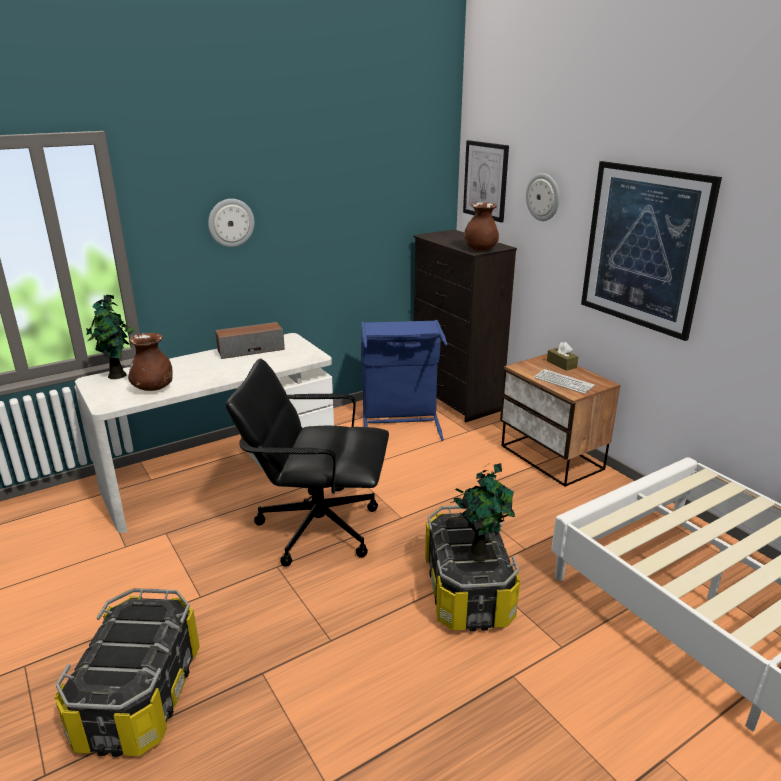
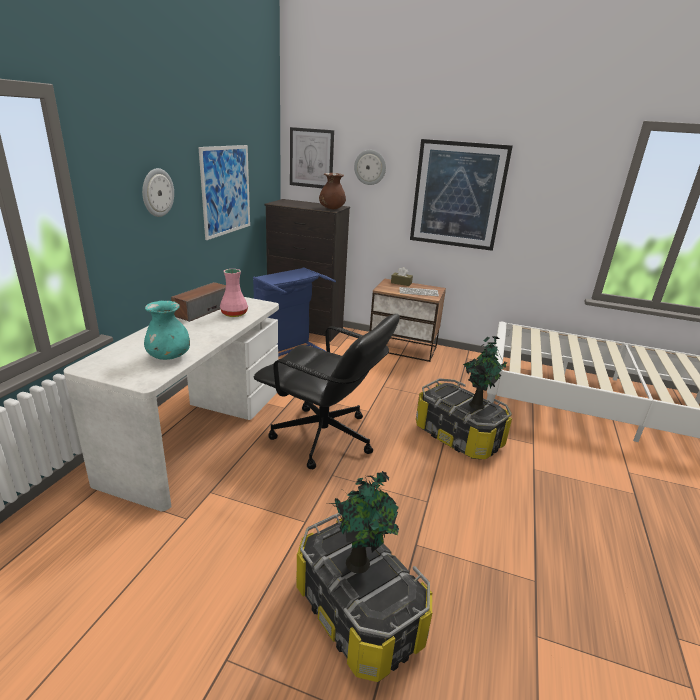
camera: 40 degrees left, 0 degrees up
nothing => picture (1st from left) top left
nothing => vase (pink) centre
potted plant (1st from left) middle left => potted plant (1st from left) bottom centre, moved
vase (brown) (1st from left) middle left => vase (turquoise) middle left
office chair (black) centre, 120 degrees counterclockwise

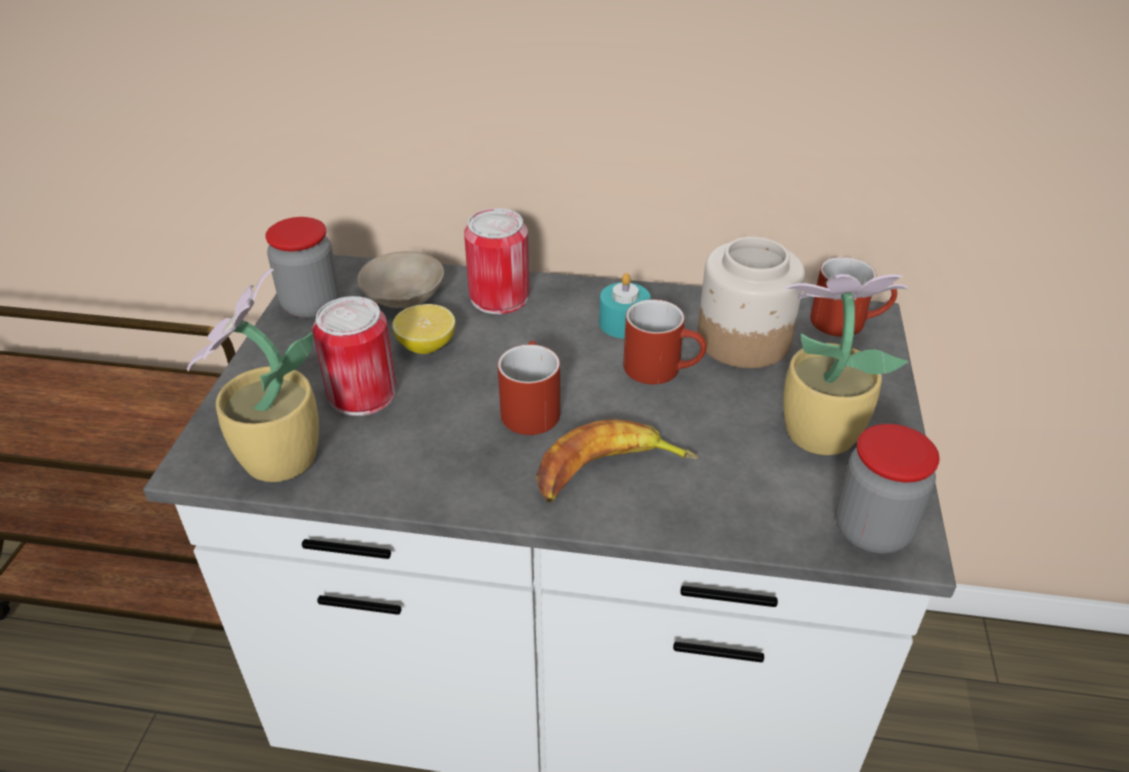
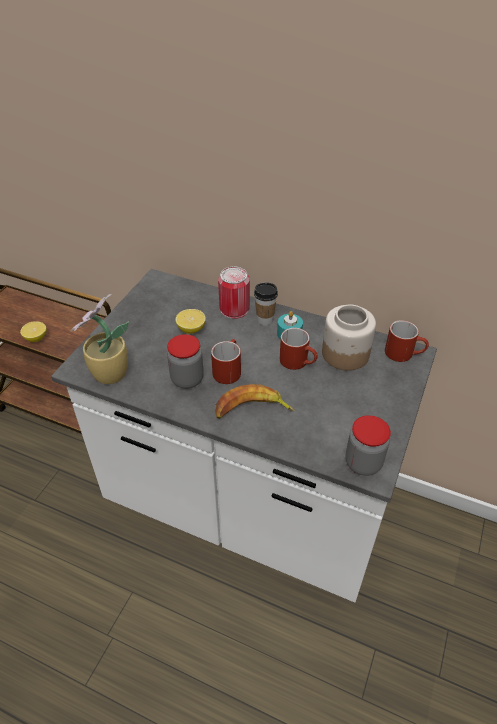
camera: 15 degrees right, 5 degrees up
can (1st from left) middle left => nothing
bowl (beige) centre => nothing
potted plant (2nd from left) middle right => nothing
nothing => lemon (1st from left) middle left
nothing => cup centre
jar (1st from left) middle left => jar (1st from left) centre, moved

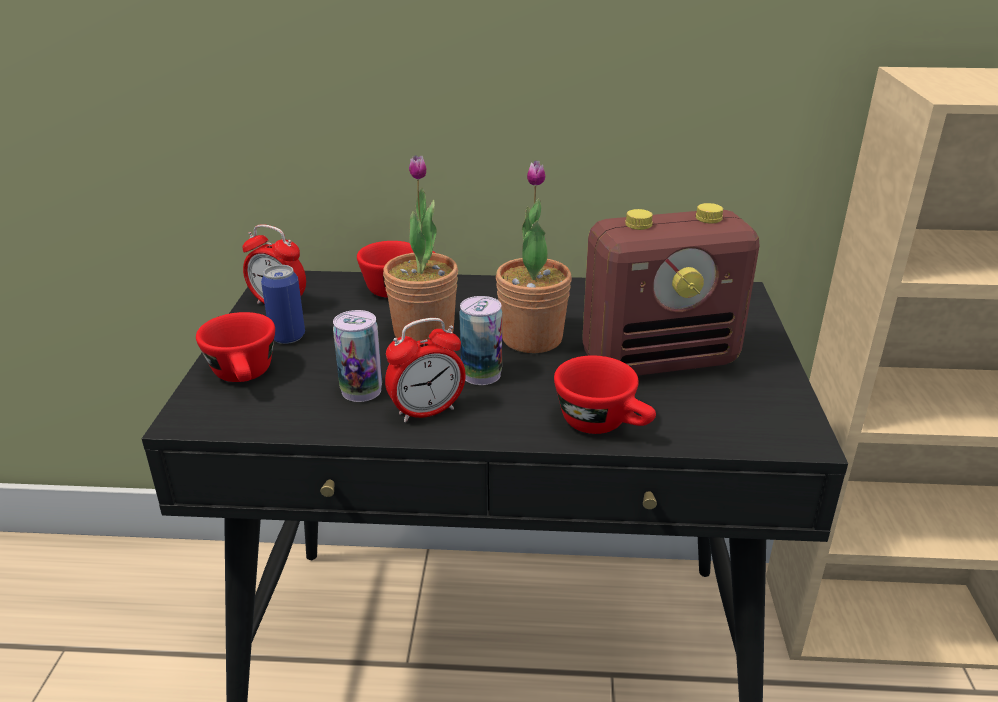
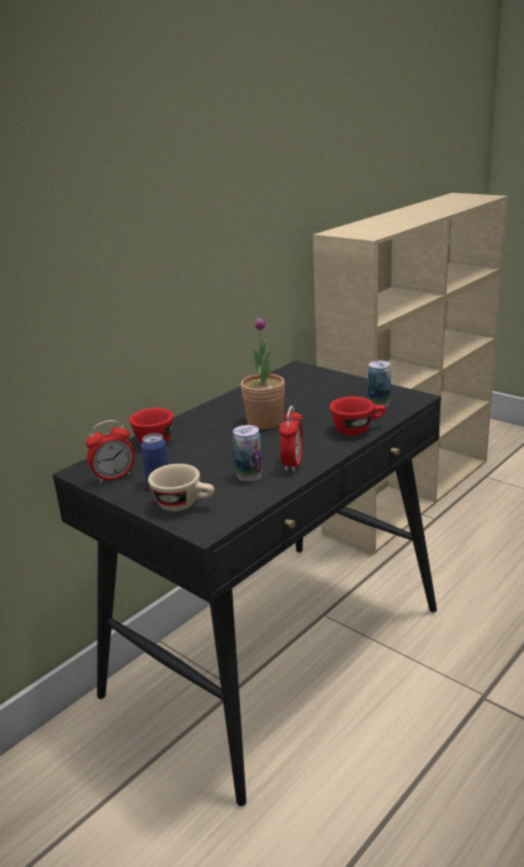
camera: 50 degrees left, 5 degrees down
potted plant (1st from left) centre => nothing
radio middle right => nothing
can (3rd from left) centre => can (3rd from left) middle right, moved
cup (red) (1st from left) middle left => cup (beige) centre

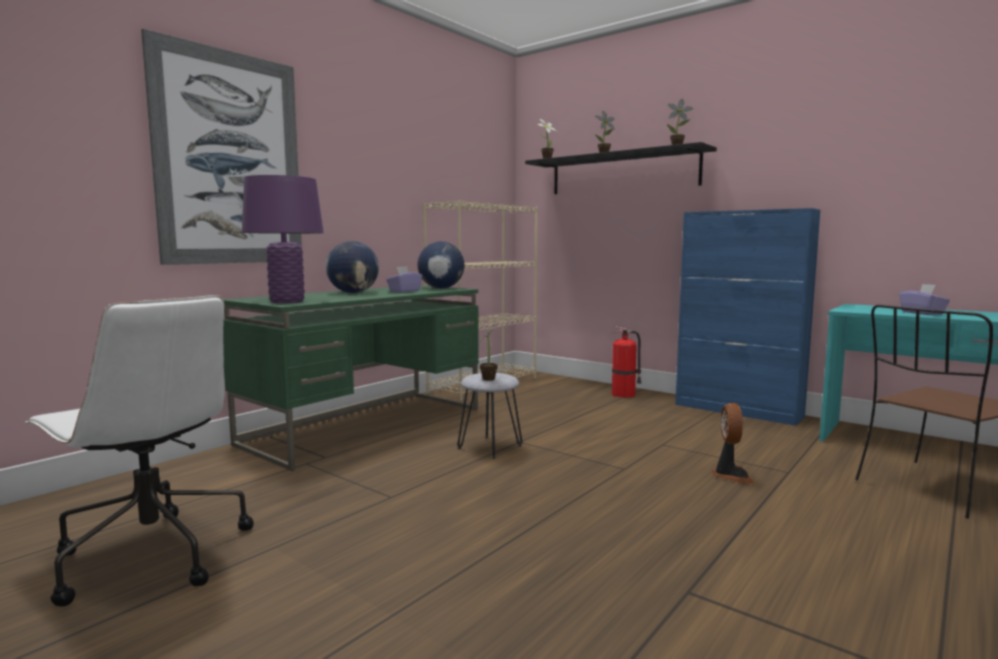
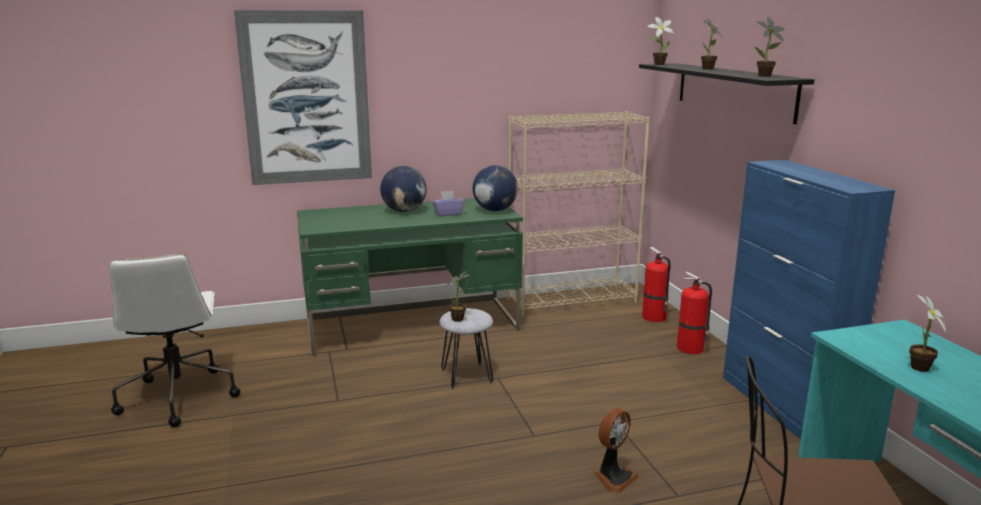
camera: 35 degrees right, 10 degrees up
table lamp (purple) middle left => nothing
nothing => fire extinguisher (1st from left) middle right
tissue box (purple) (2nd from left) middle right => potted plant (5th from left) middle right

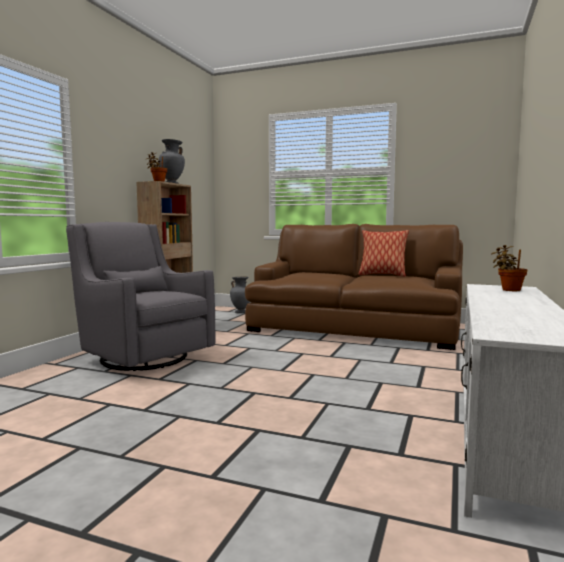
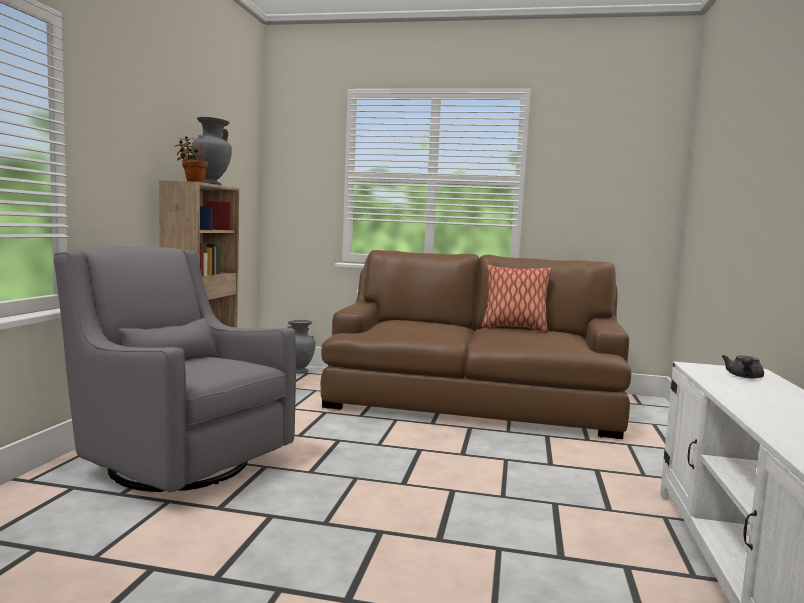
camera: 10 degrees left, 0 degrees up
potted plant (2nd from left) middle right => teapot (grey) middle right

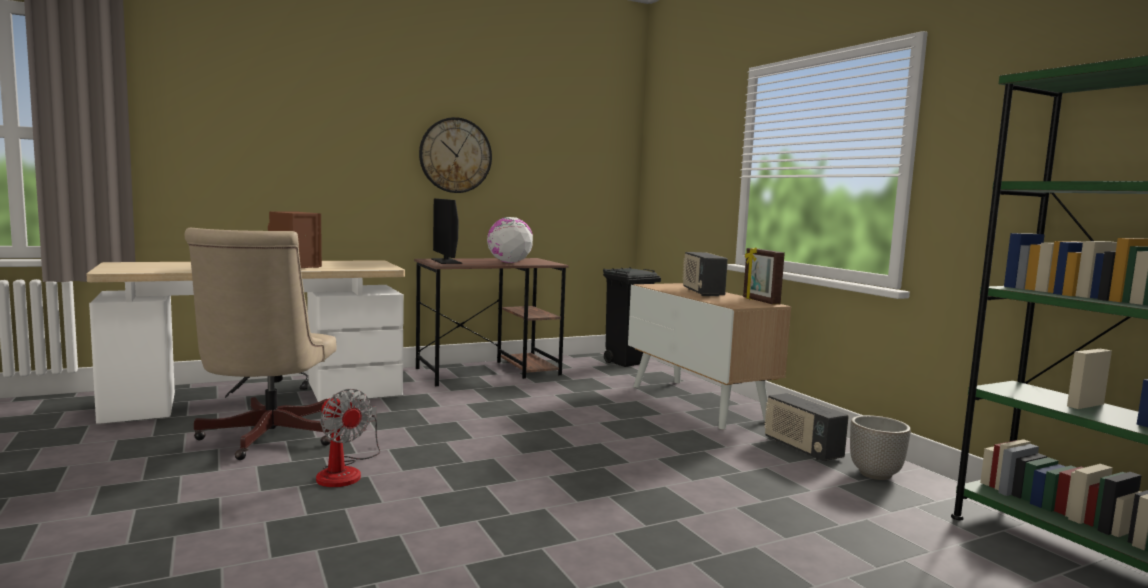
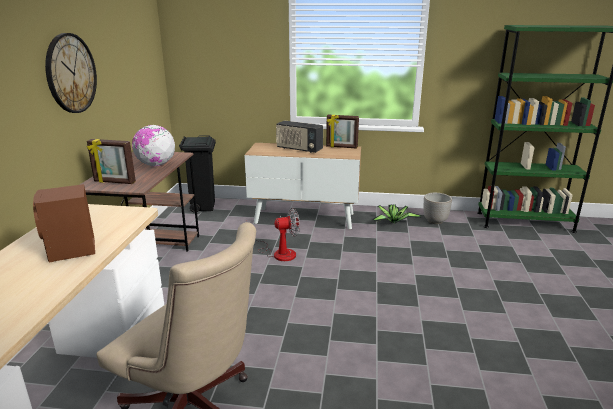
camera: 55 degrees left, 15 degrees up
fan bottom left => fan centre, moved
monitor centre => picture frame (1st from left) middle left
radio (2nd from left) bottom right => potted plant centre

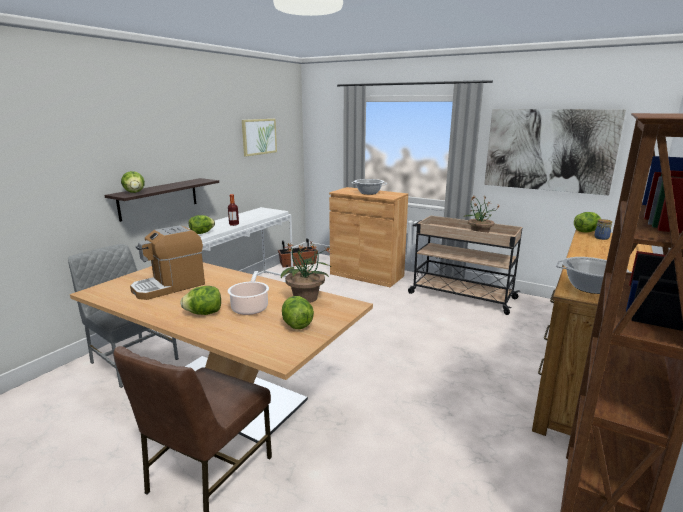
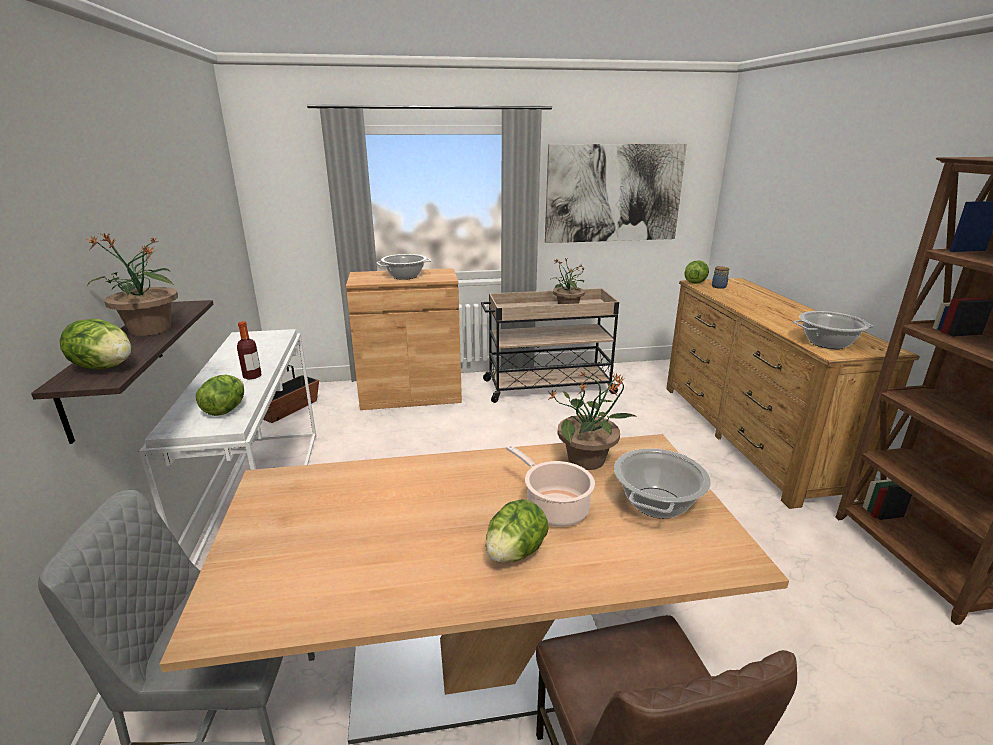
camera: 40 degrees left, 5 degrees up
coffee machine middle left => nothing
picture (1st from left) top centre => nothing
nothing => potted plant (1st from left) middle left
lettuce (4th from left) centre => cooking pot (3rd from left) middle right

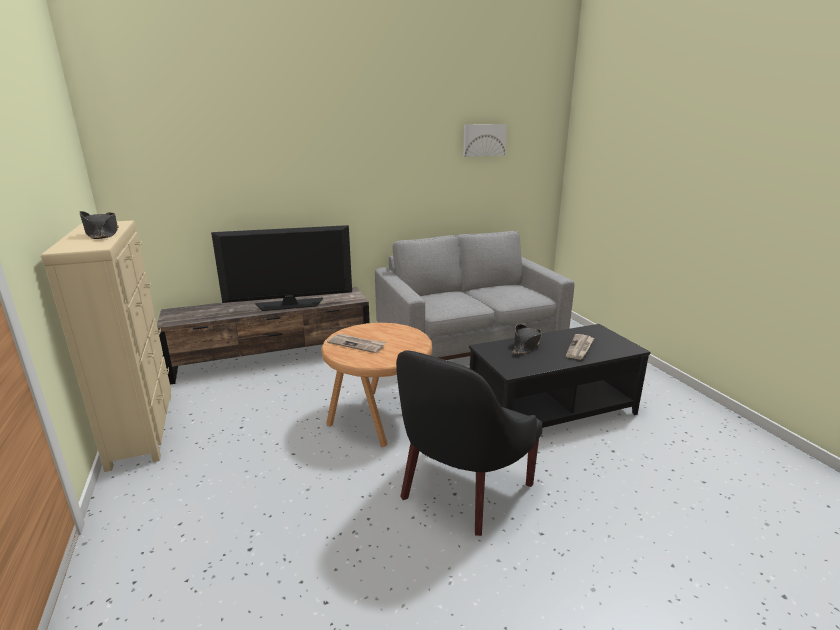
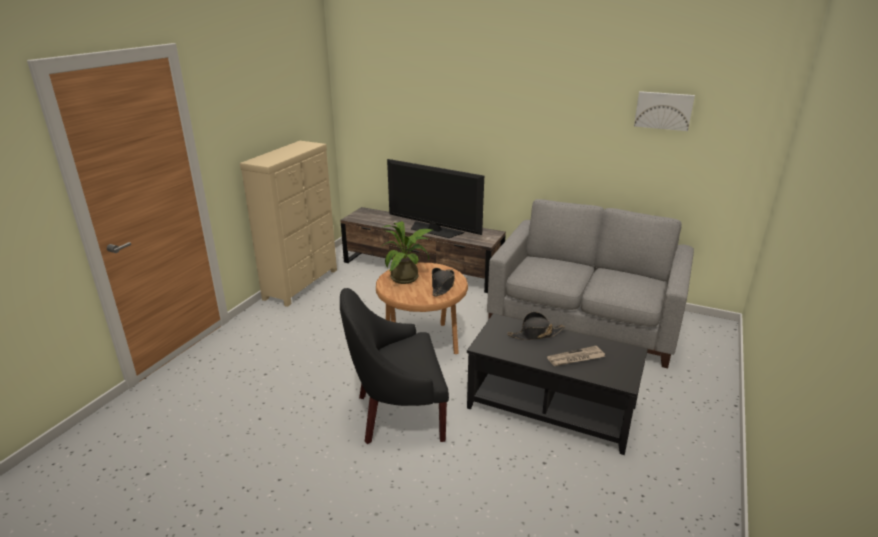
camera: 45 degrees right, 5 degrees up
hat (black) (1st from left) middle left => hat (black) (1st from left) centre, moved
newspaper (1st from left) centre => potted plant centre

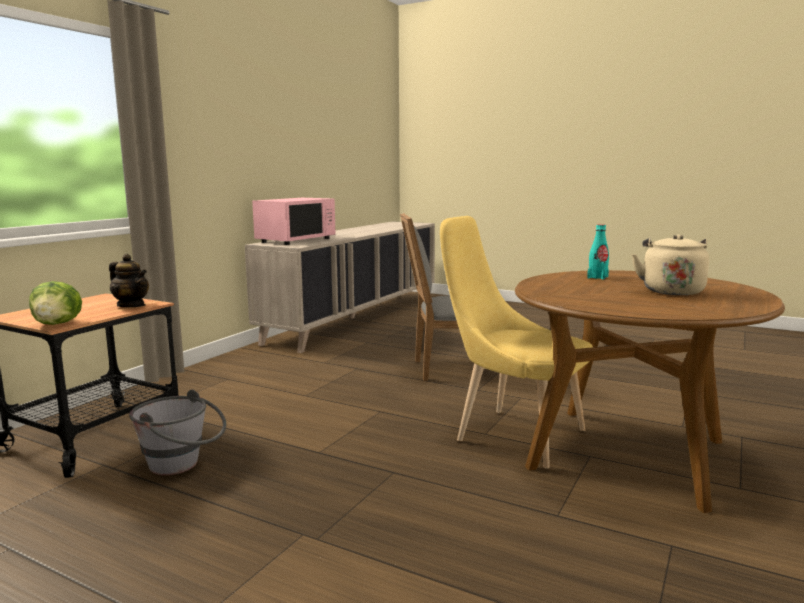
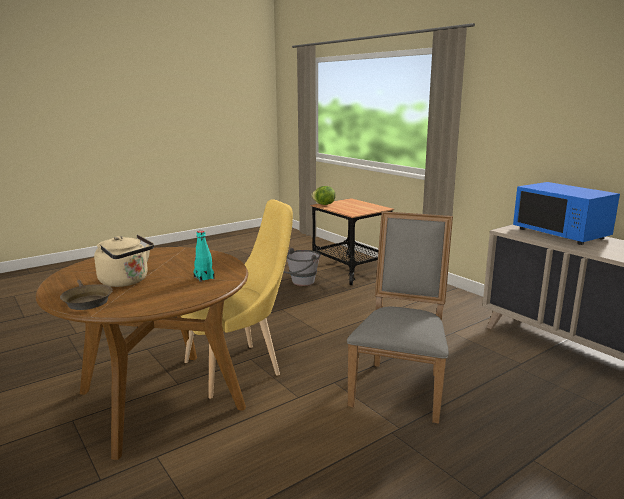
camera: 115 degrees right, 5 degrees up
teapot middle left => nothing
nothing => frying pan (brown) middle left
microwave (pink) centre => microwave (blue) middle right

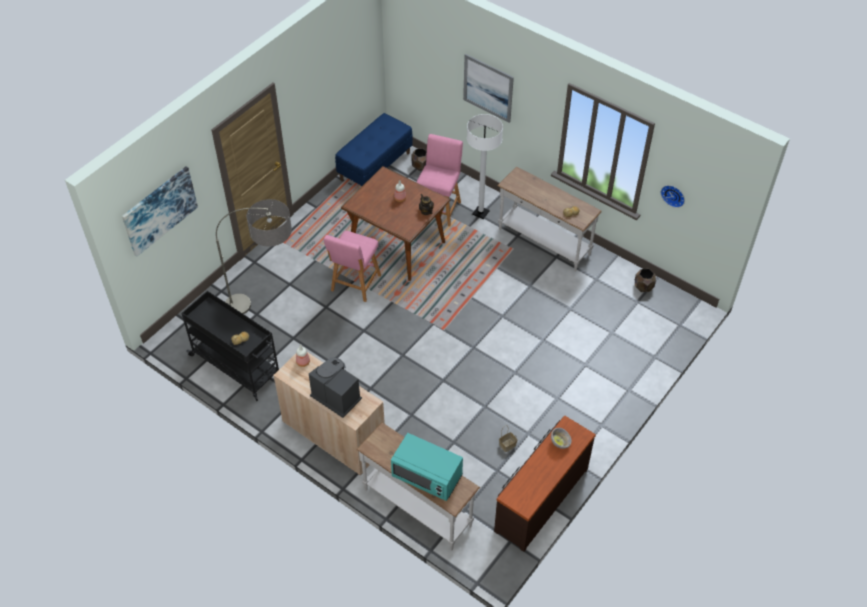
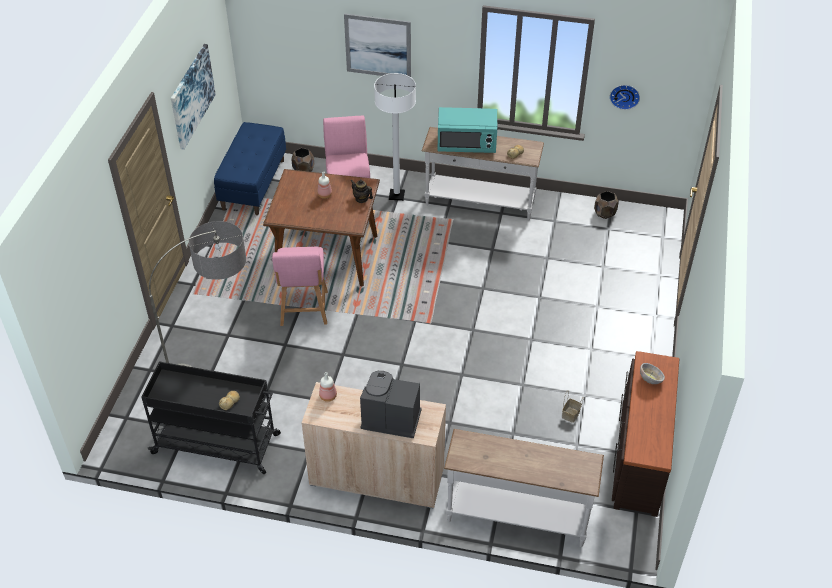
camera: 25 degrees left, 5 degrees down
picture (1st from left) middle left => picture (1st from left) top left, moved
microwave (turquoise) bottom centre => microwave (turquoise) top centre, moved

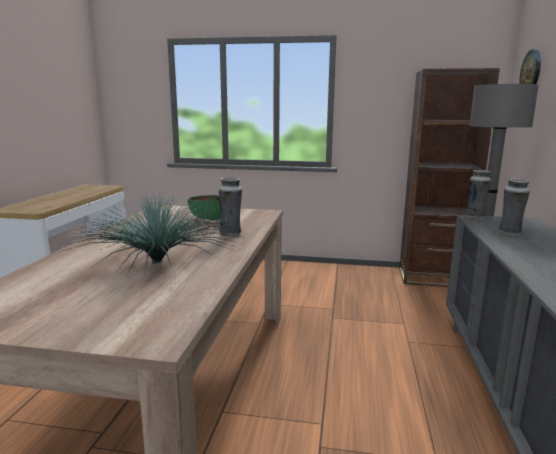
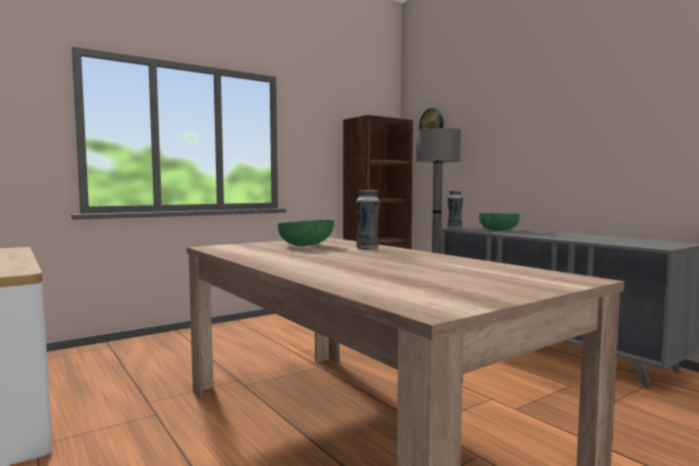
camera: 45 degrees left, 10 degrees down
potted plant middle left => nothing
vase (3rd from left) middle right => bowl (green) (2nd from left) middle right

